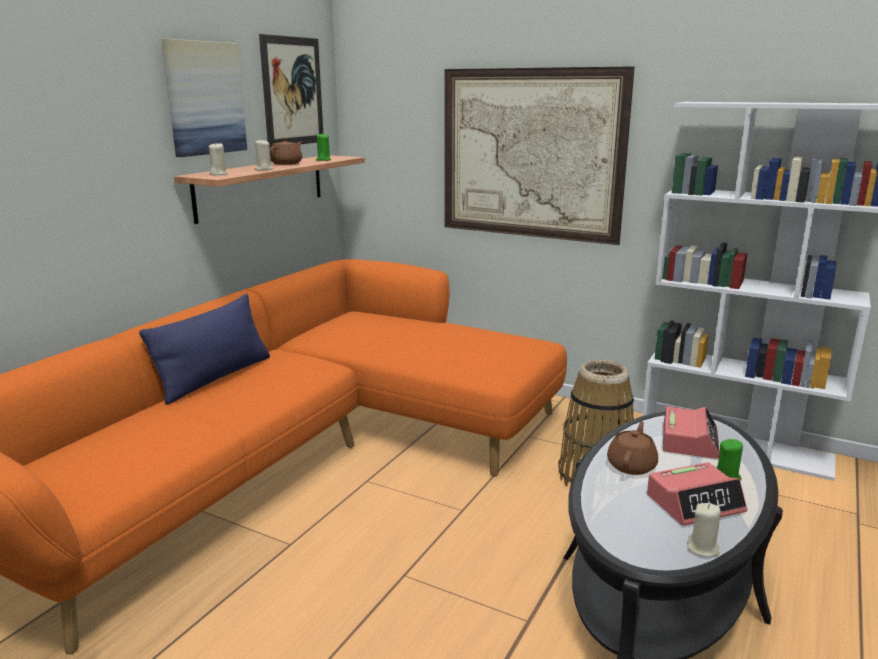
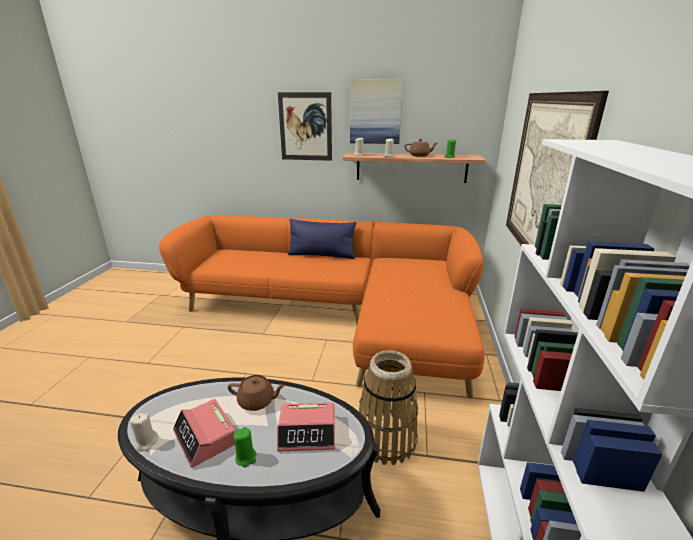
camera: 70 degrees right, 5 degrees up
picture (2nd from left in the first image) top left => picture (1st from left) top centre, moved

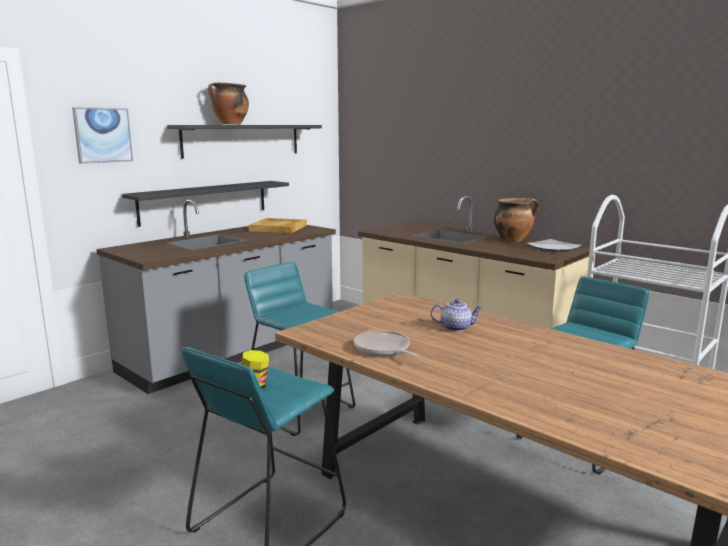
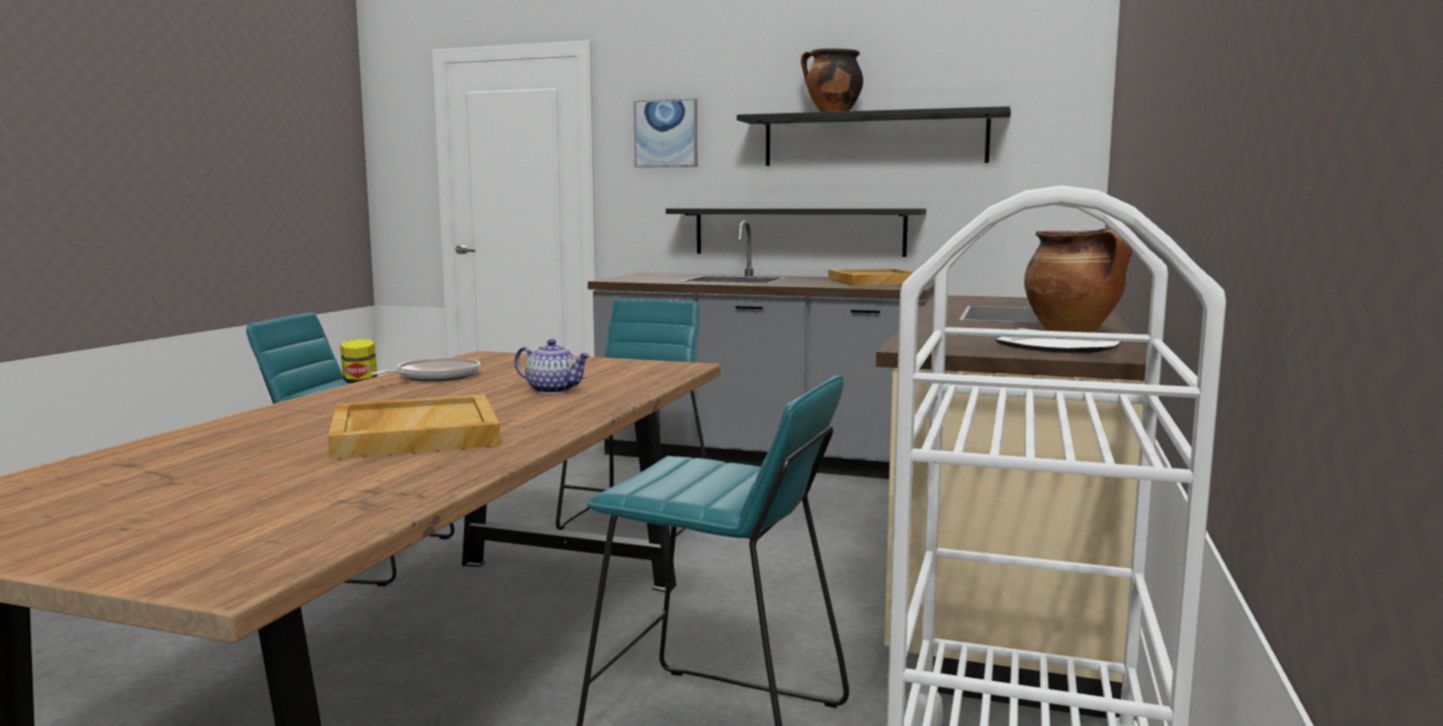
camera: 65 degrees right, 5 degrees down
nothing => tray (beige) (1st from left) middle left
teapot centre, 45 degrees counterclockwise

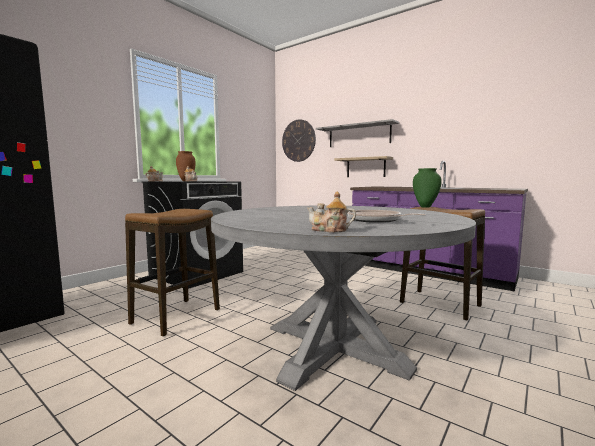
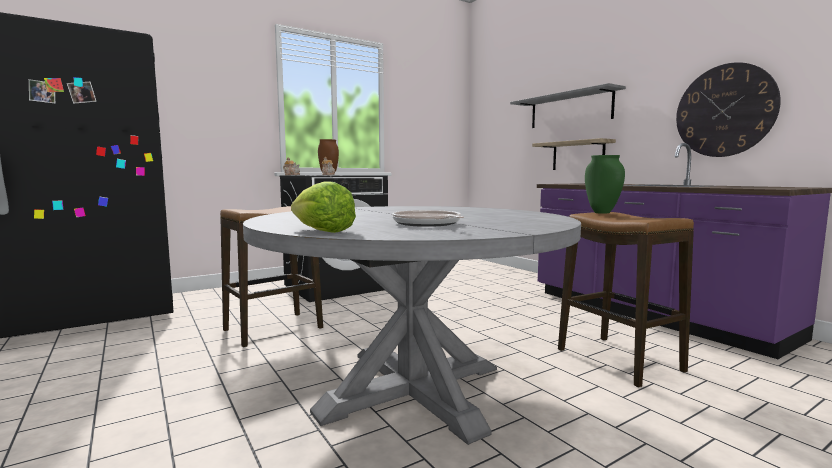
camera: 20 degrees right, 0 degrees up
wall clock top centre => wall clock top right, moved
teapot (3rd from left) centre => lettuce centre

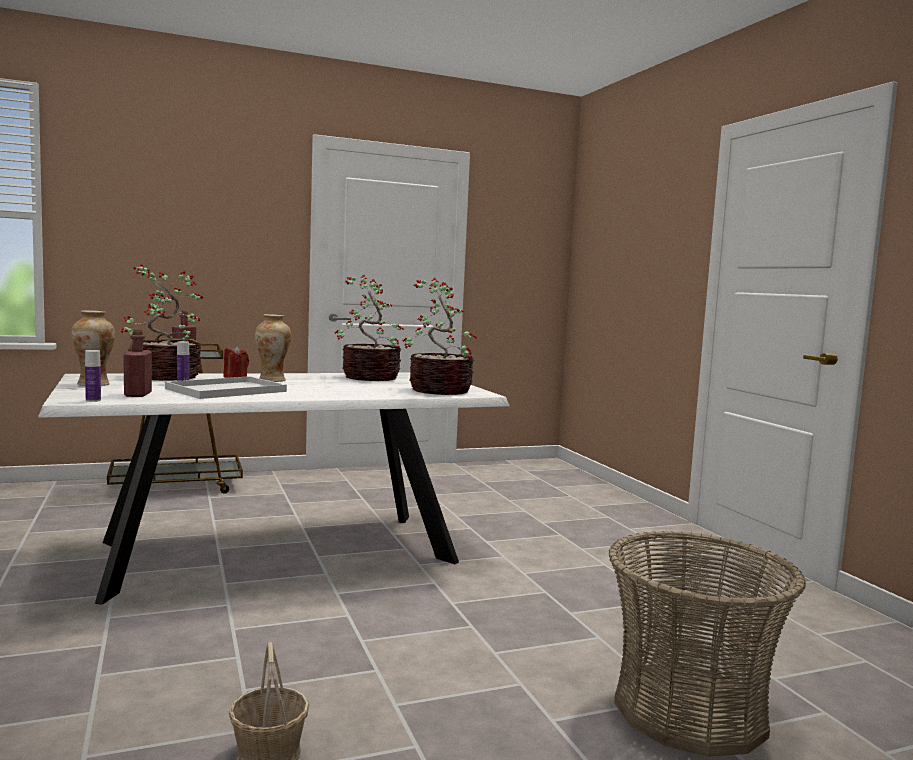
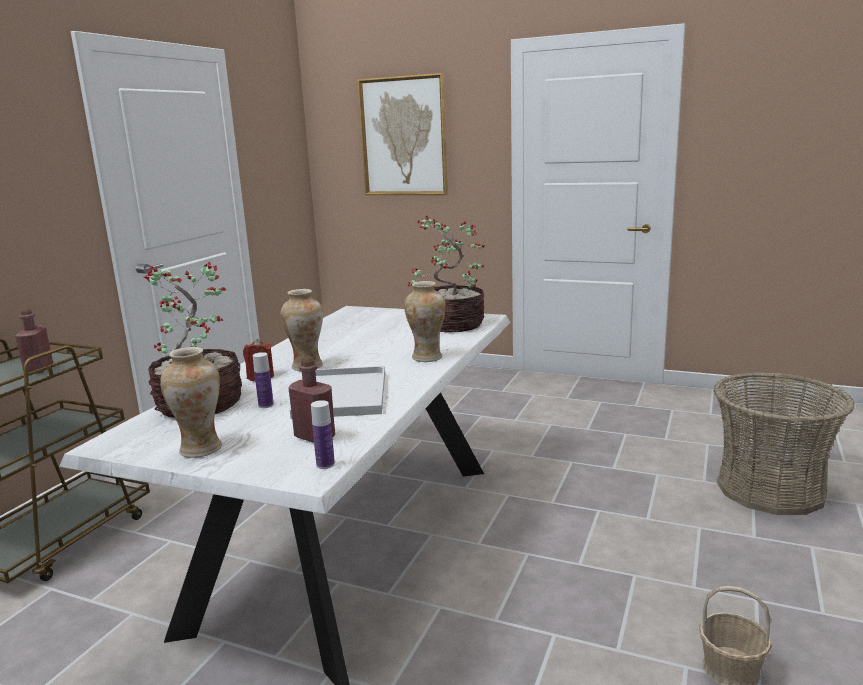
camera: 45 degrees left, 10 degrees up
potted plant (2nd from left) centre => nothing
nothing => picture top centre
nothing => vase (3rd from left) centre

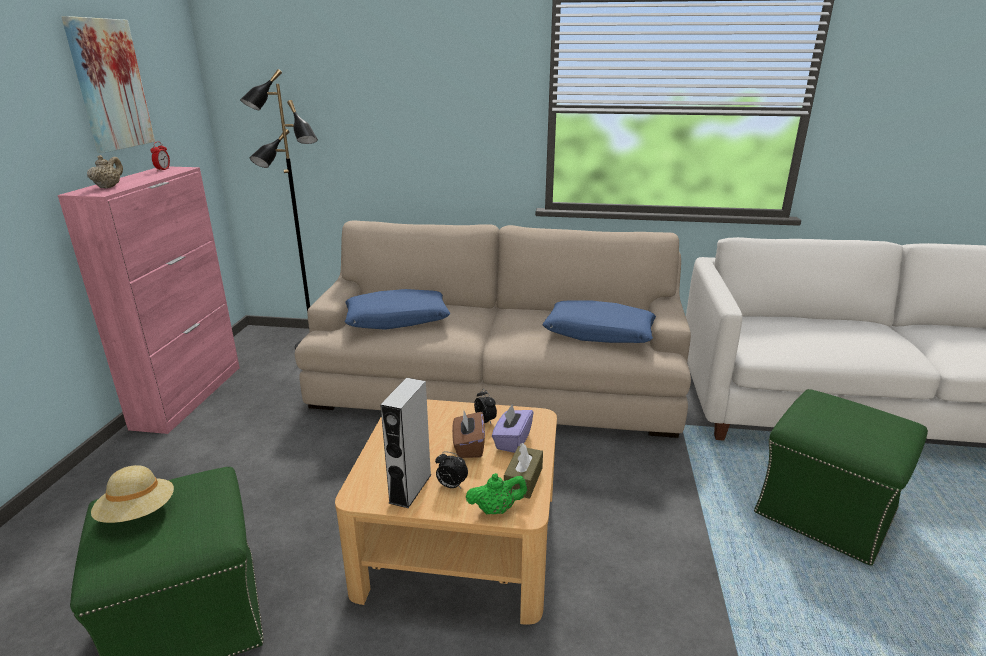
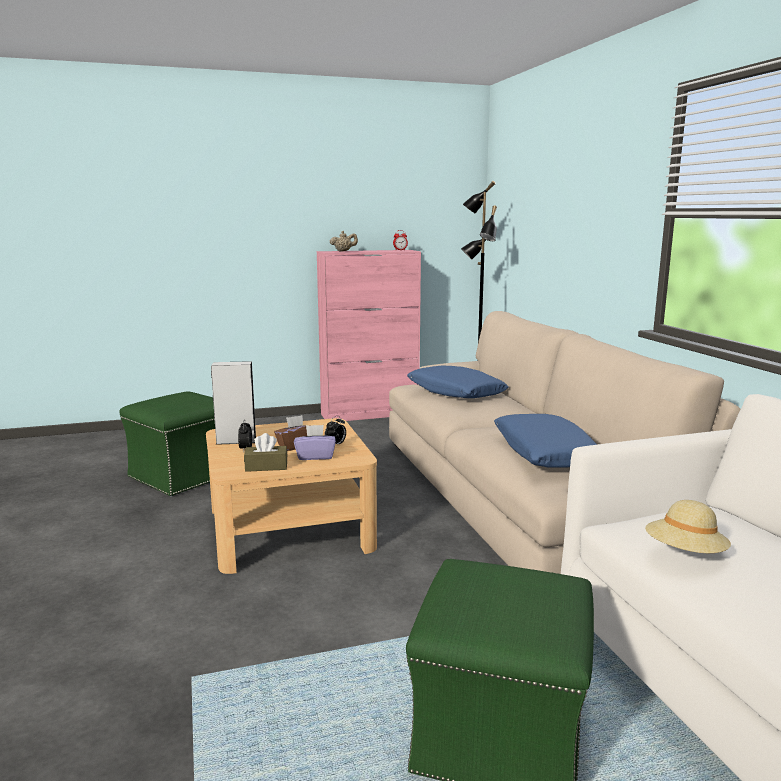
camera: 65 degrees right, 10 degrees down
picture top left => nothing
teapot (green) bottom centre => nothing
hat (beige) bottom left => hat (beige) bottom right, moved

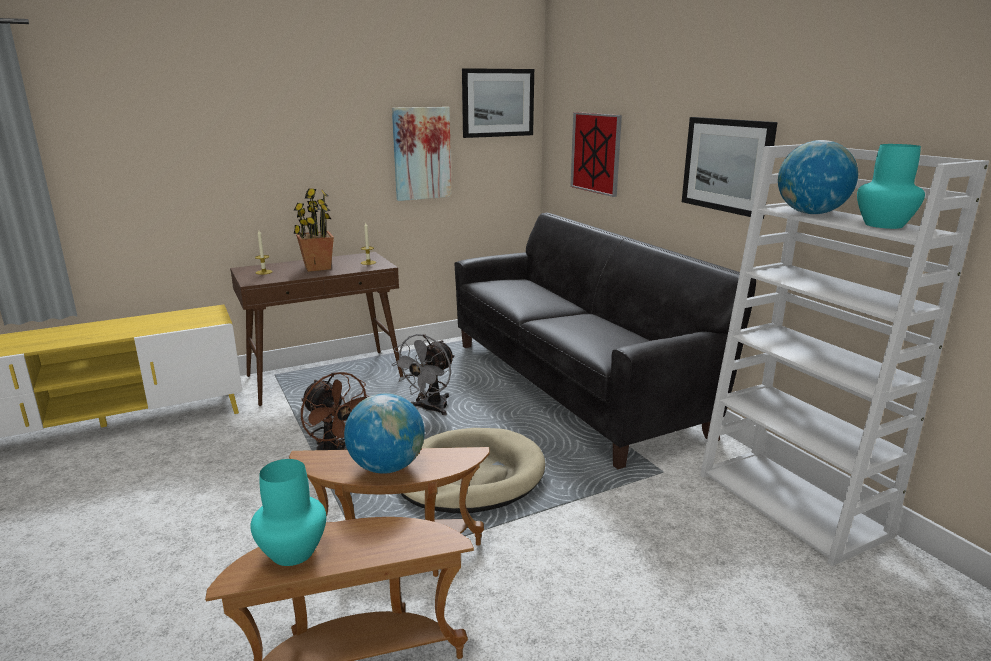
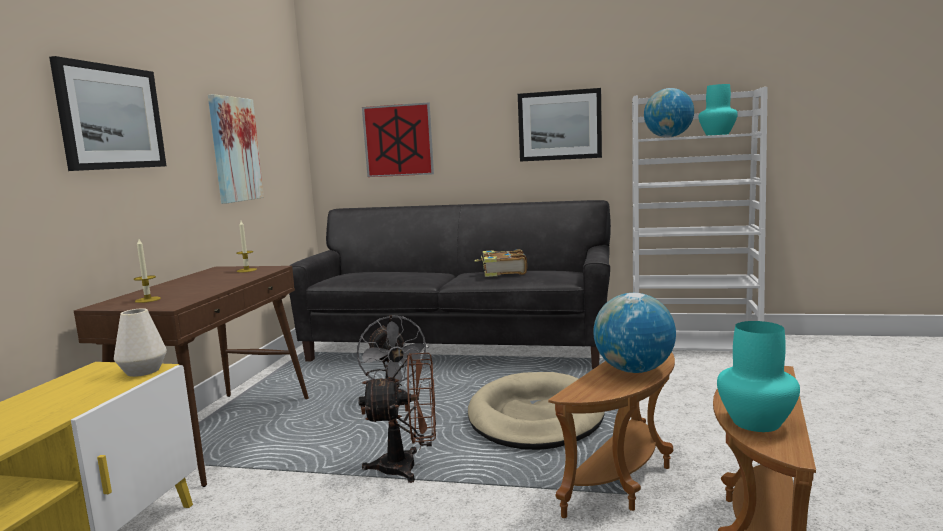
camera: 50 degrees left, 10 degrees down
potted plant middle left => nothing
nothing => vase (white) middle left
nothing => book centre
picture (2nd from left in the first image) top centre => picture (1st from left) top left, moved

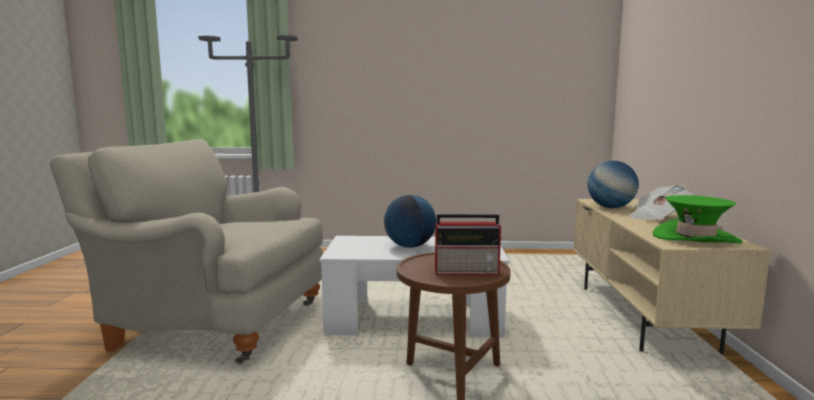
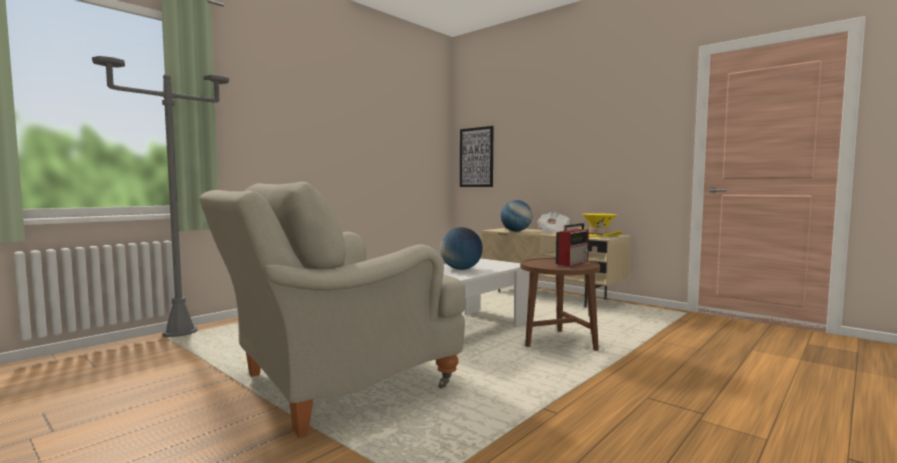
camera: 50 degrees left, 5 degrees down
nothing => picture centre
hat (green) middle right => hat (yellow) middle right

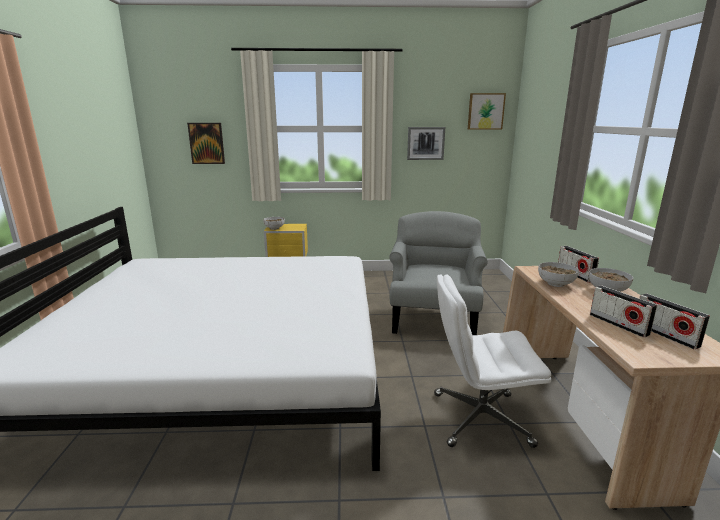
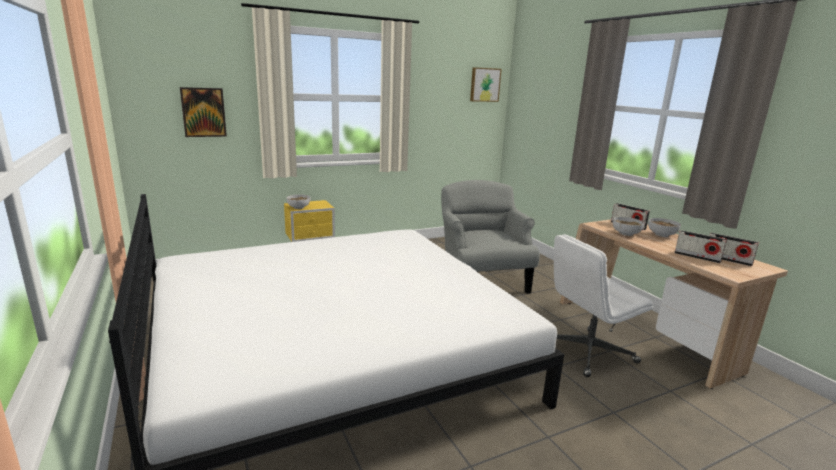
camera: 25 degrees left, 0 degrees up
picture (2nd from left) top centre => nothing

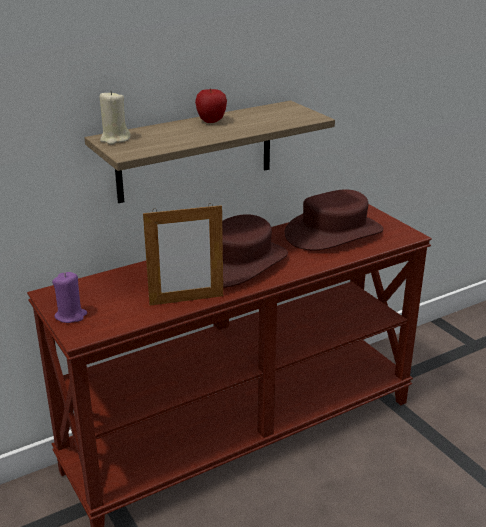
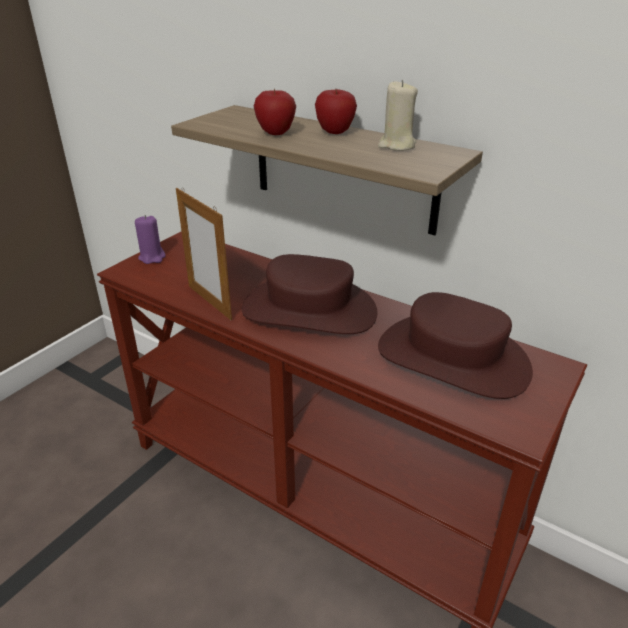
camera: 65 degrees right, 5 degrees up
nothing => apple (1st from left) top centre
candle (beige) top left => candle (beige) top centre, moved

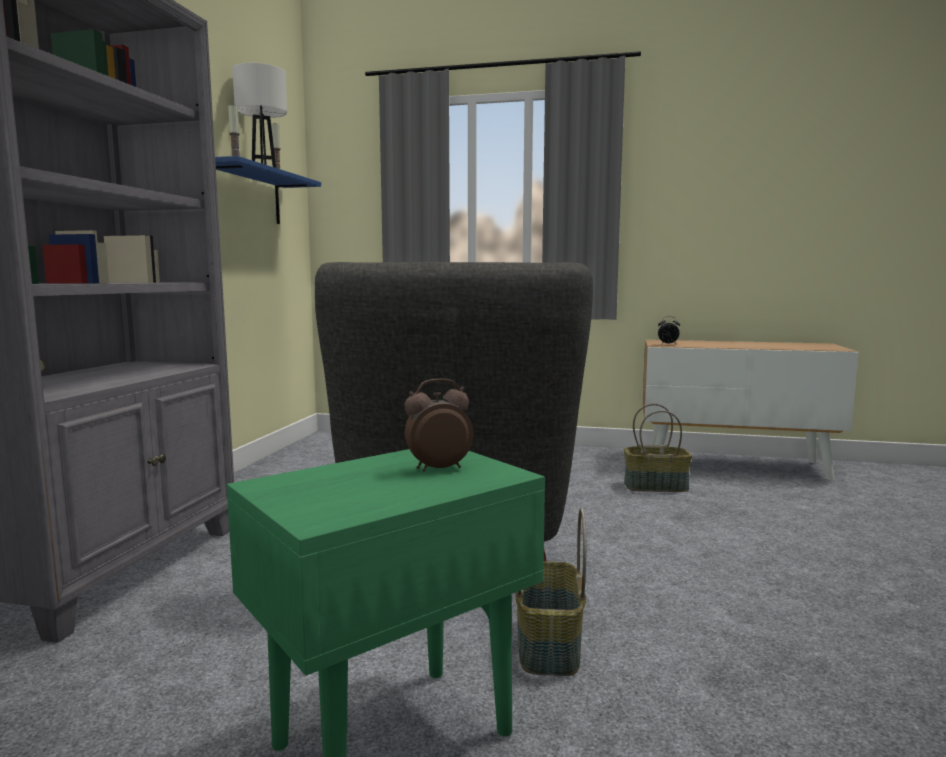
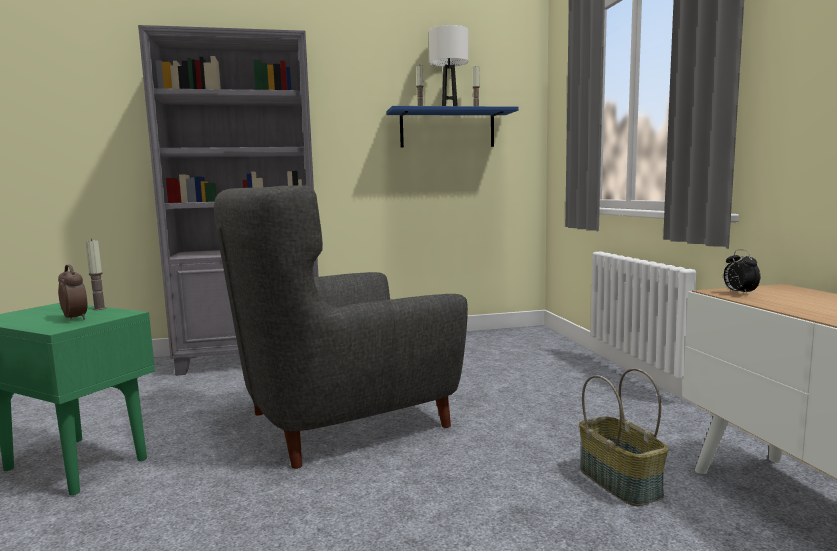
camera: 65 degrees right, 0 degrees up
basket (1st from left) bottom centre => nothing
nothing => candle (1st from left) middle left

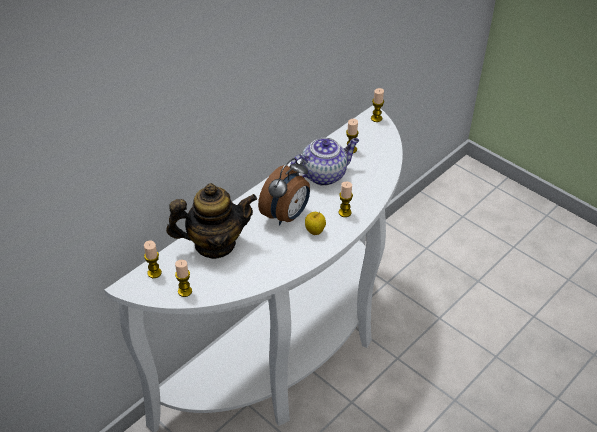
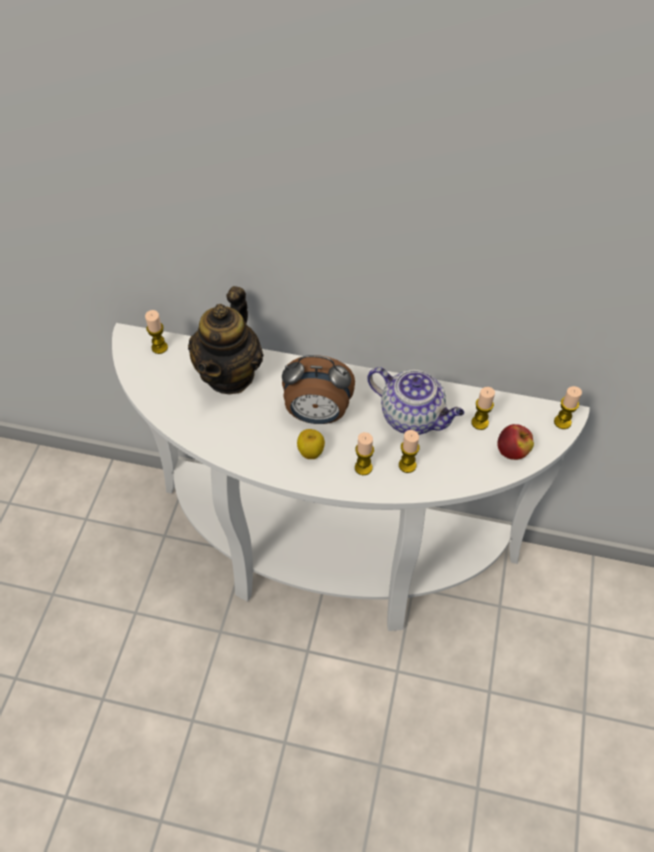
camera: 60 degrees right, 10 degrees up
nothing => apple (2nd from left) middle right
candle (2nd from left in the first image) middle left => candle (3rd from left) centre, moved
teapot (1st from left) centre, 60 degrees clockwise

